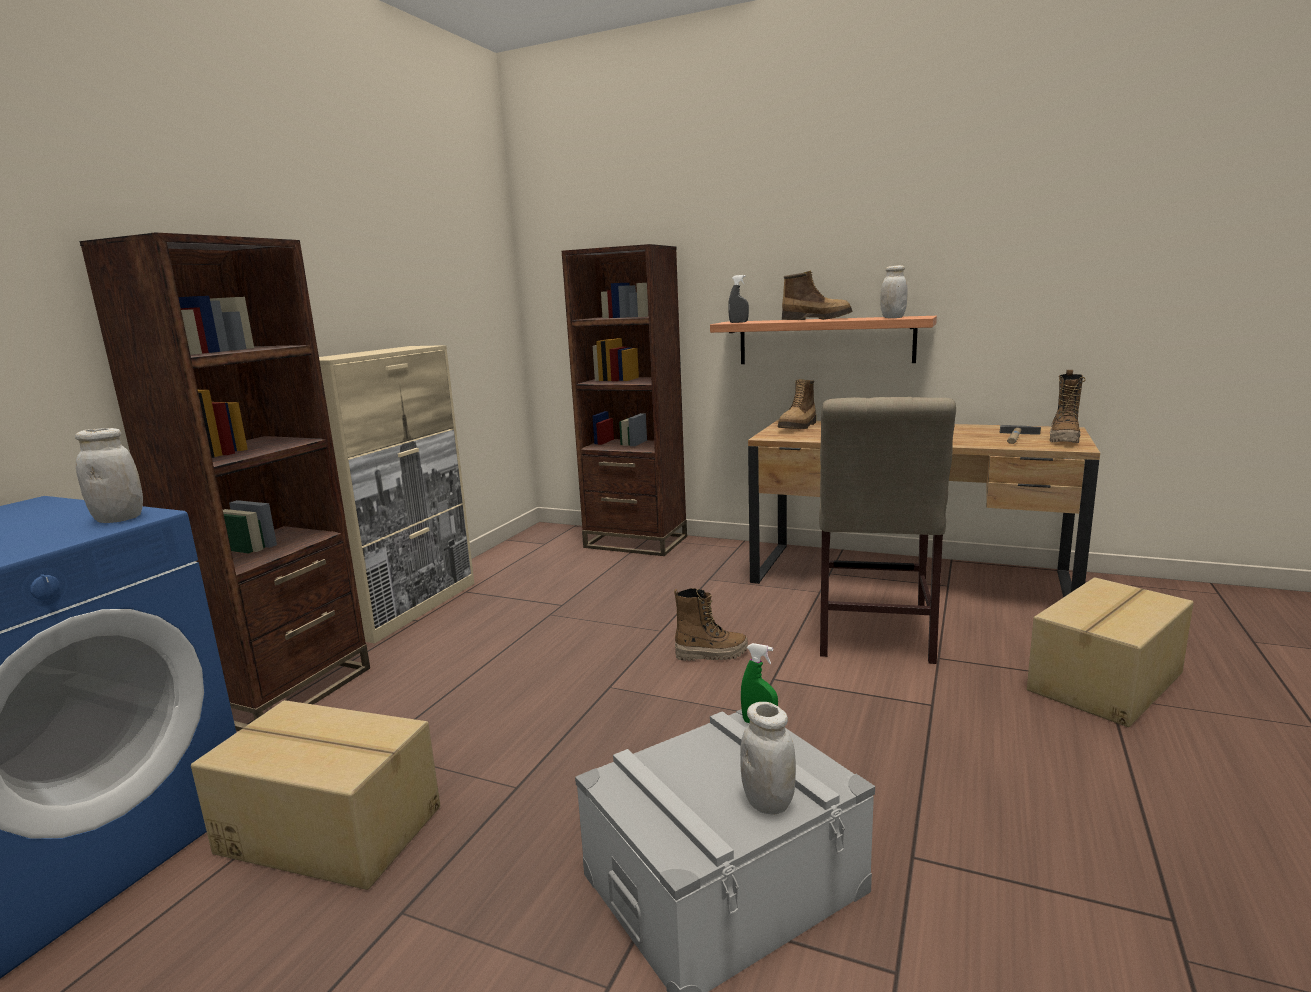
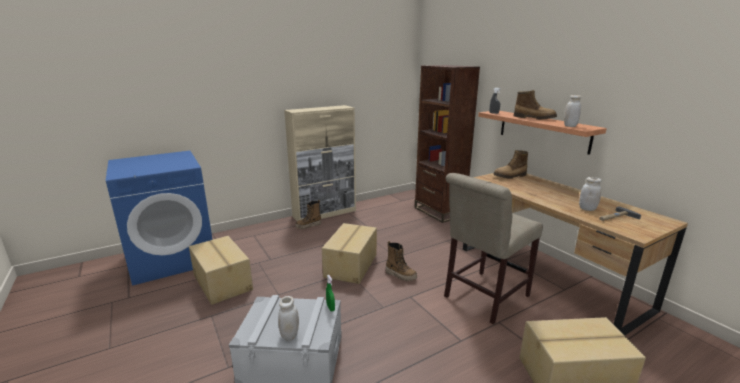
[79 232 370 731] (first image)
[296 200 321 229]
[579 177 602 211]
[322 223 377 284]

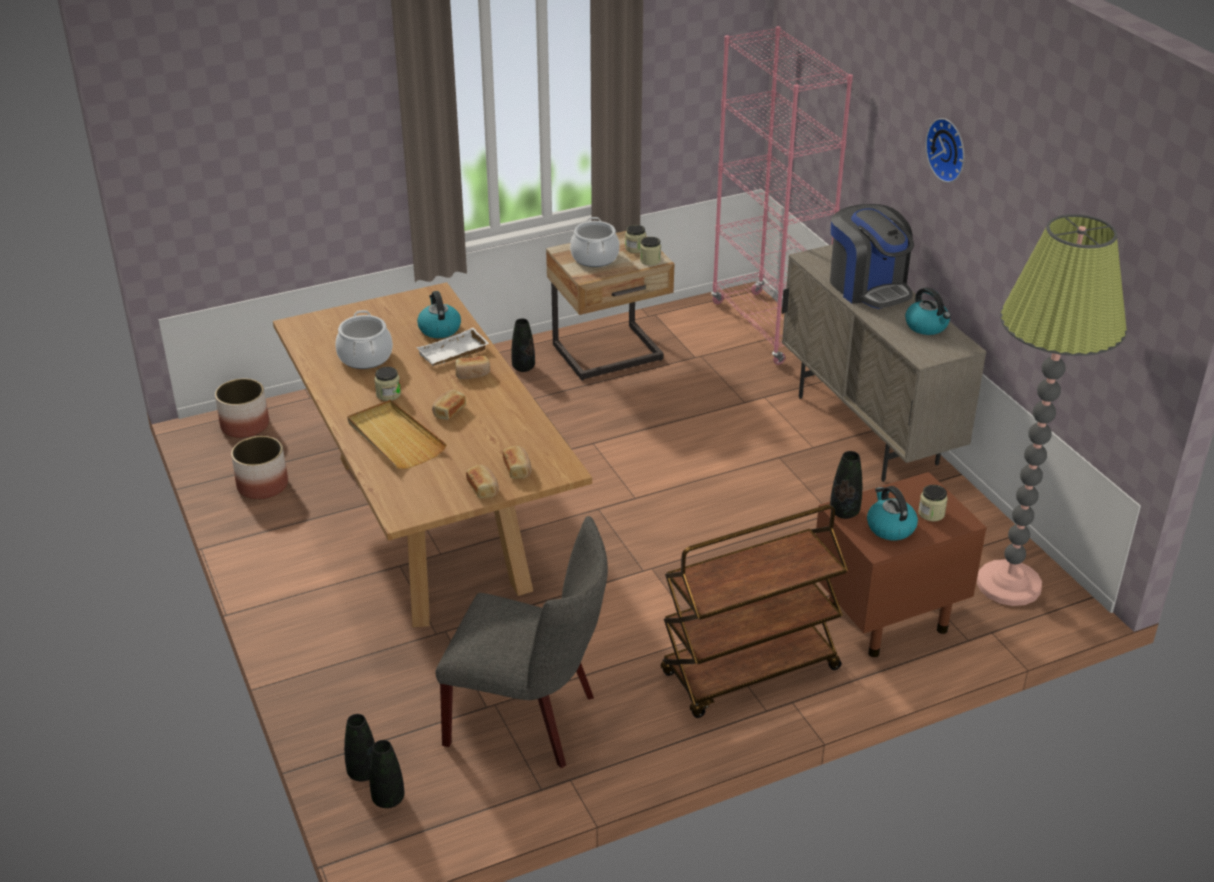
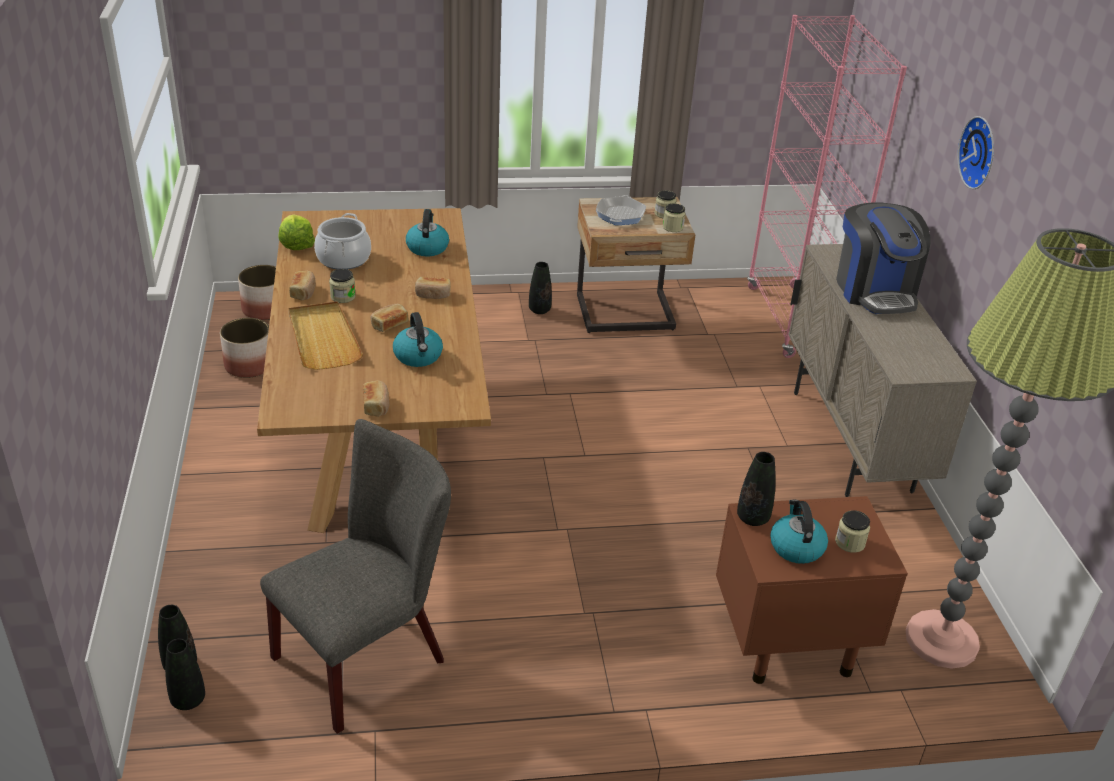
[596 195 646 225]
[393 312 443 367]
[416 328 489 366] (first image)
[289 271 316 301]
[661 505 848 718] (first image)
[260 419 451 734]
[278 214 315 250]

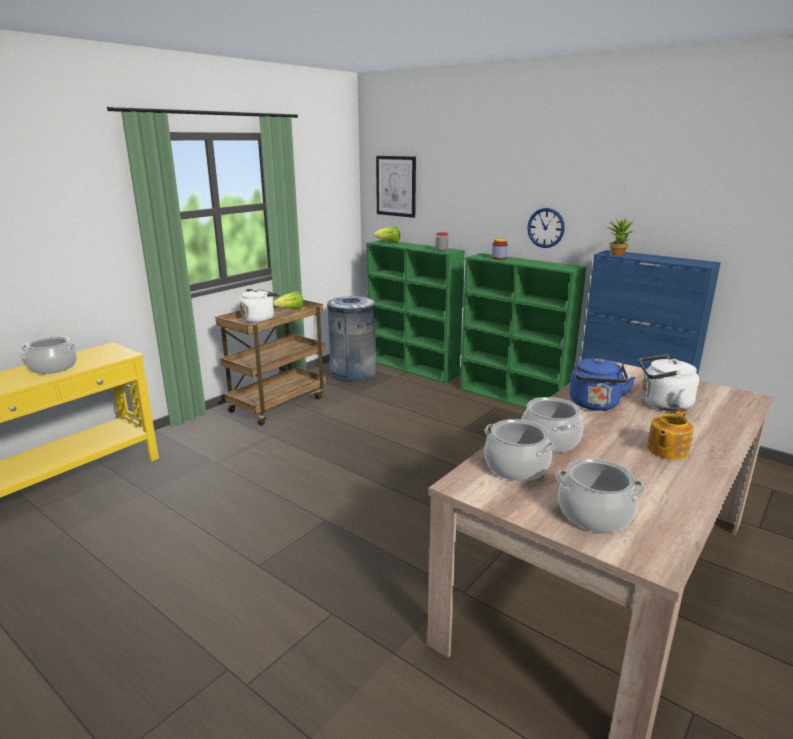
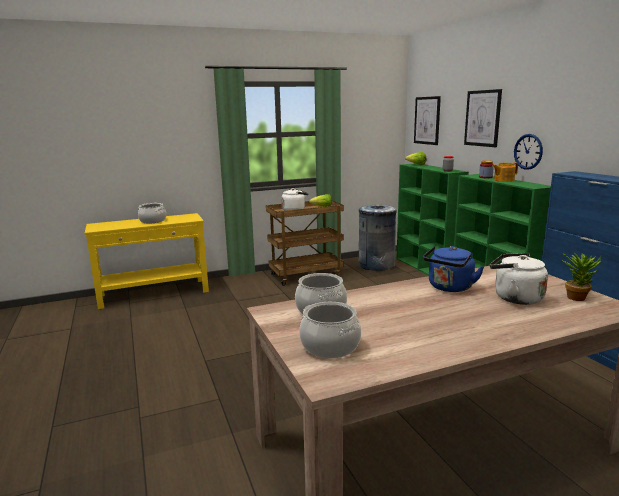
[563 253 602 301]
[521 397 583 453] (first image)
[492 162 518 182]
[464 89 502 147]

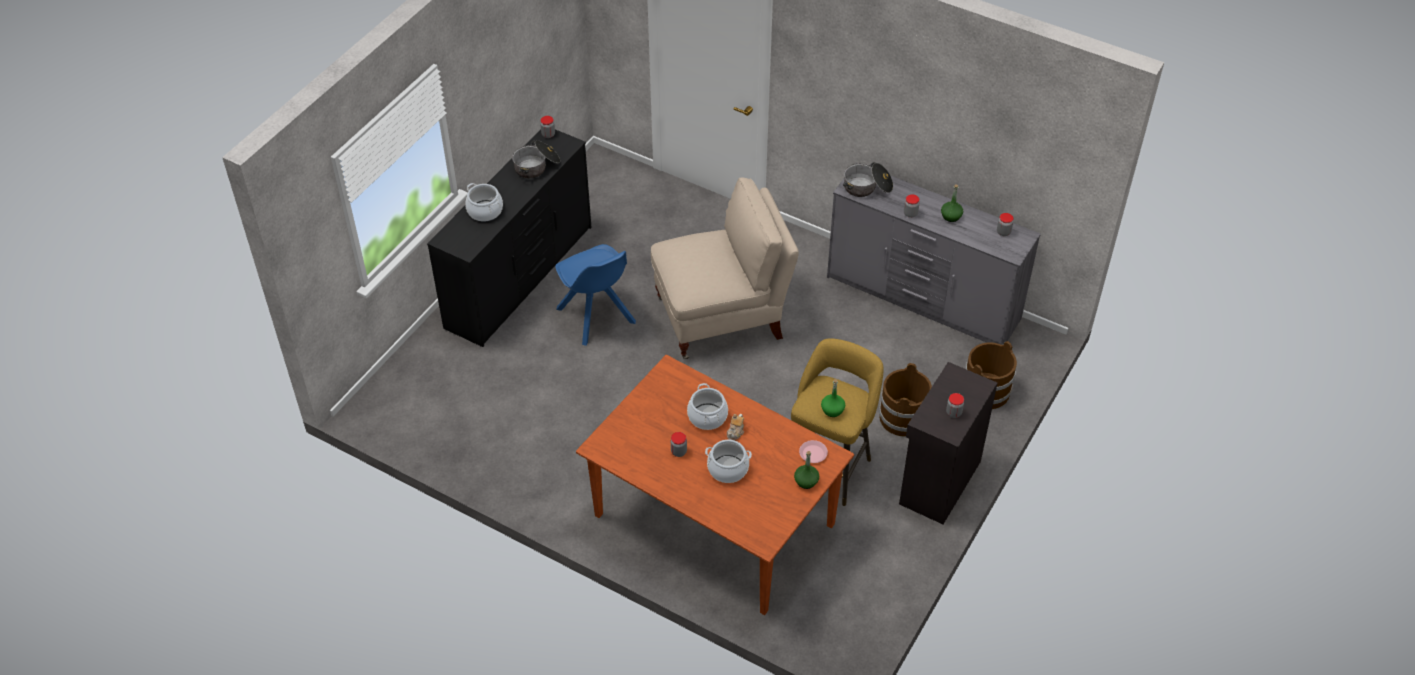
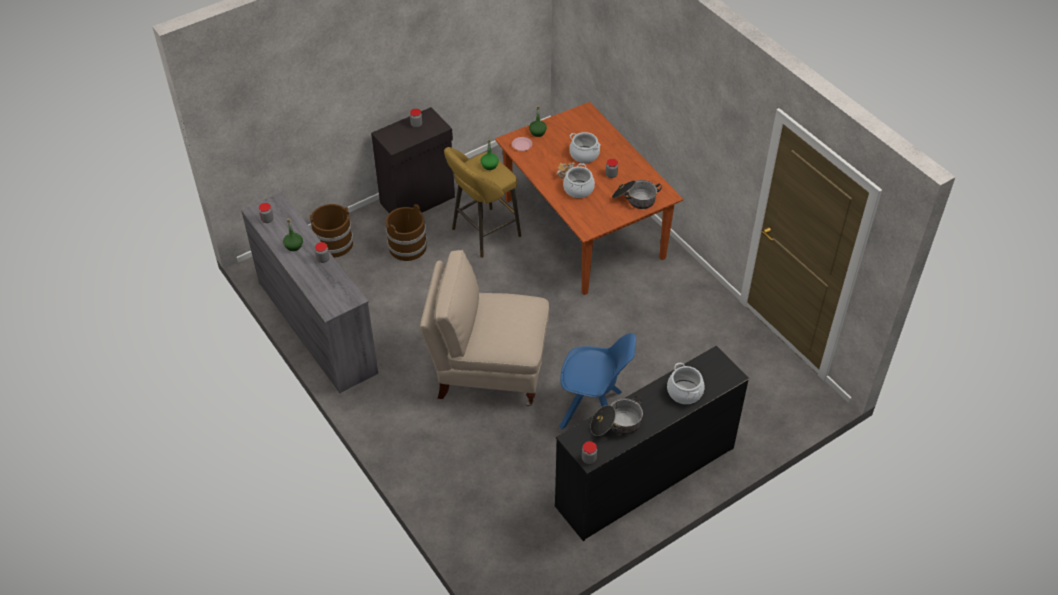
[612 180 662 209]
[559 333 636 429]

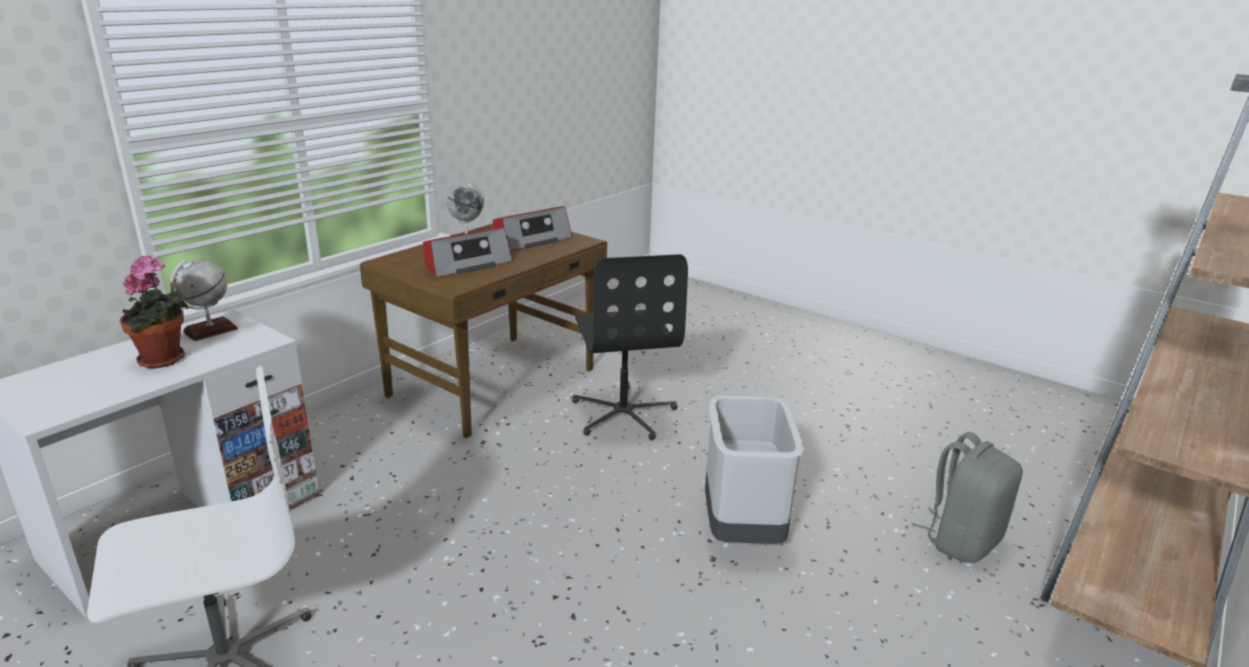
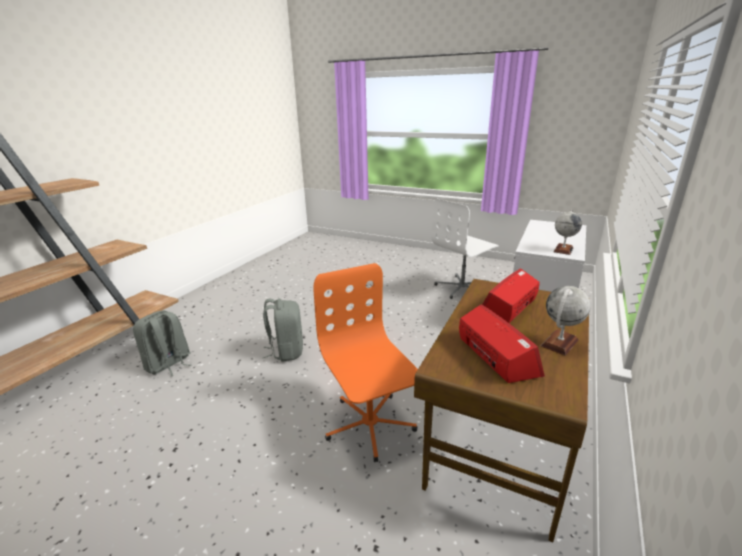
[459 304 545 383]
[313 263 418 462]
[120 255 189 368] (first image)
[263 299 303 362]

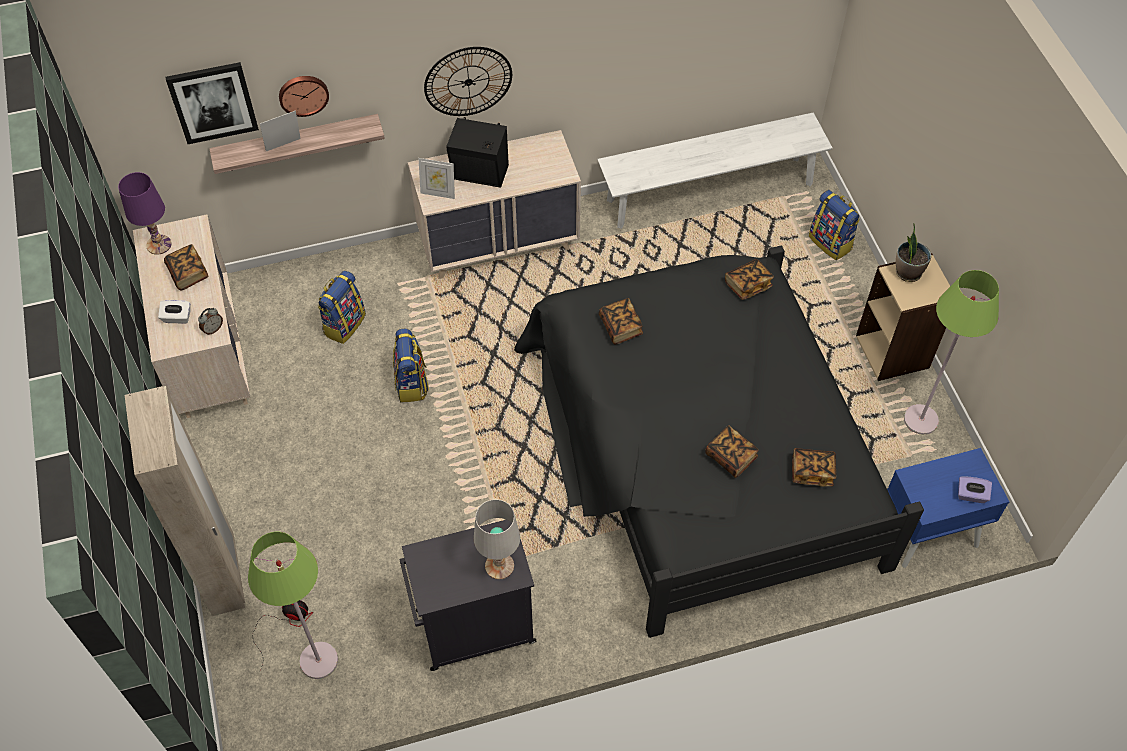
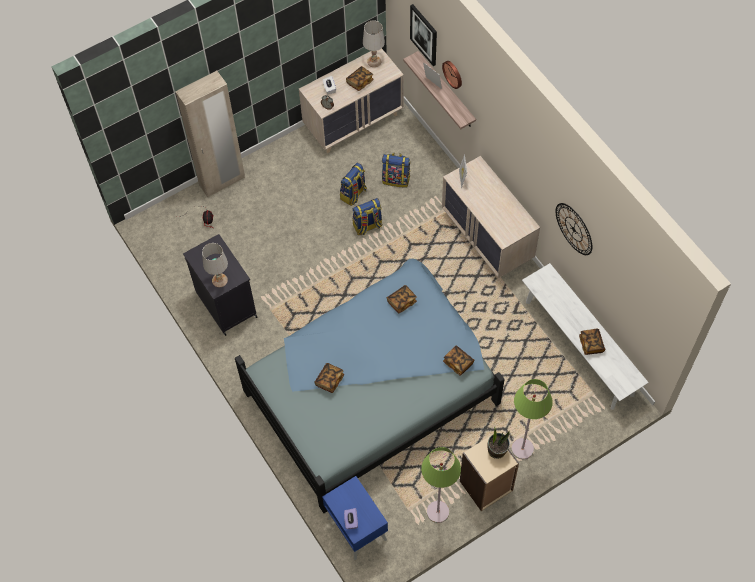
[556 203 592 255]
[446 117 509 188] (first image)
[363 20 385 67]
[340 163 367 206]
[235 259 505 513]
[579 329 605 355]
[512 379 553 460]

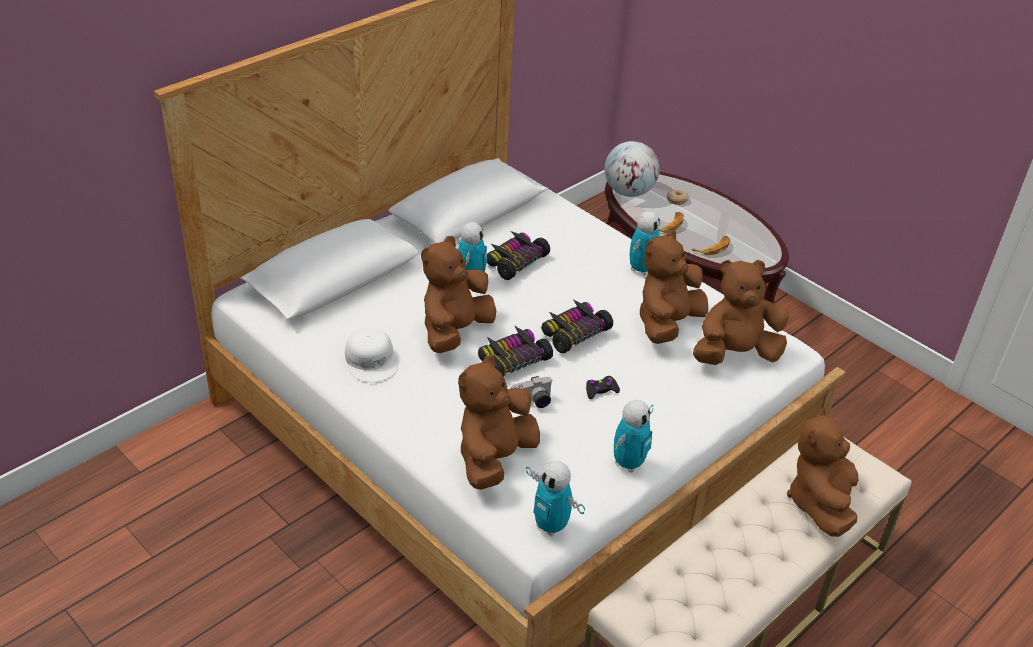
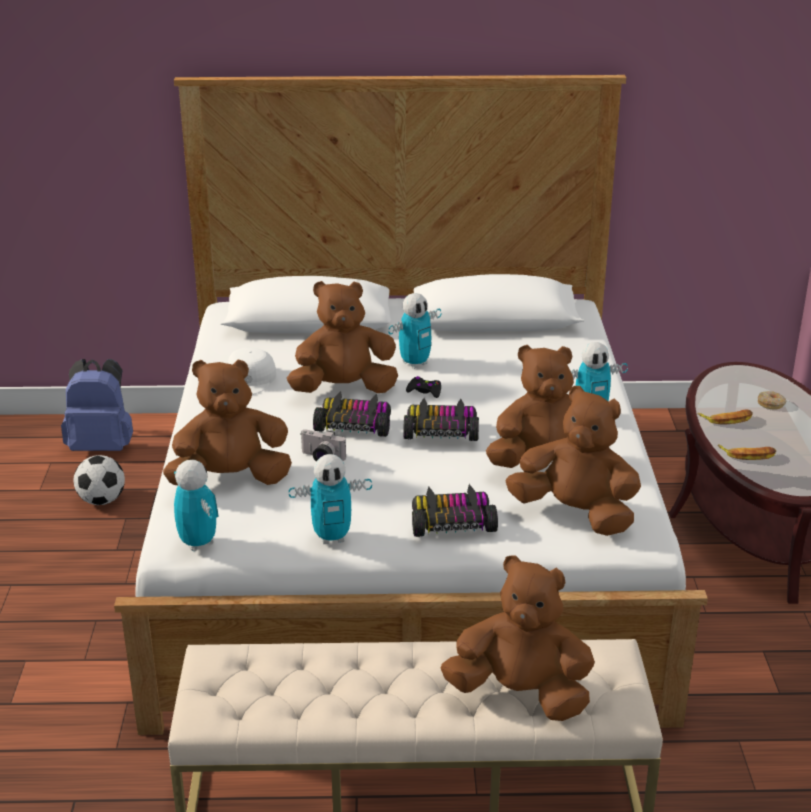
[604 141 660 197] (first image)
[412 484 498 537]
[406 376 441 398]
[441 555 595 721]
[174 460 219 551]
[61 359 133 451]
[74 455 125 505]

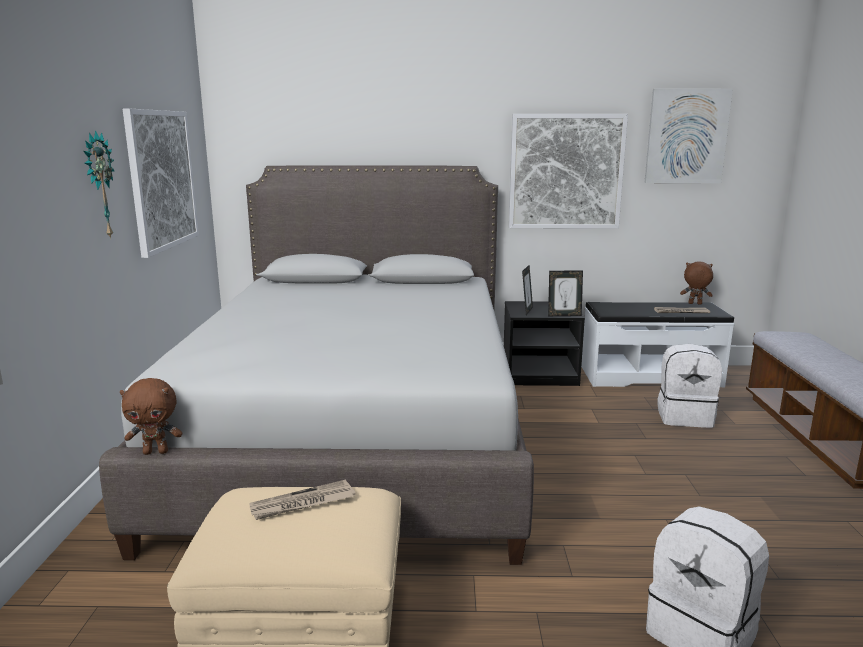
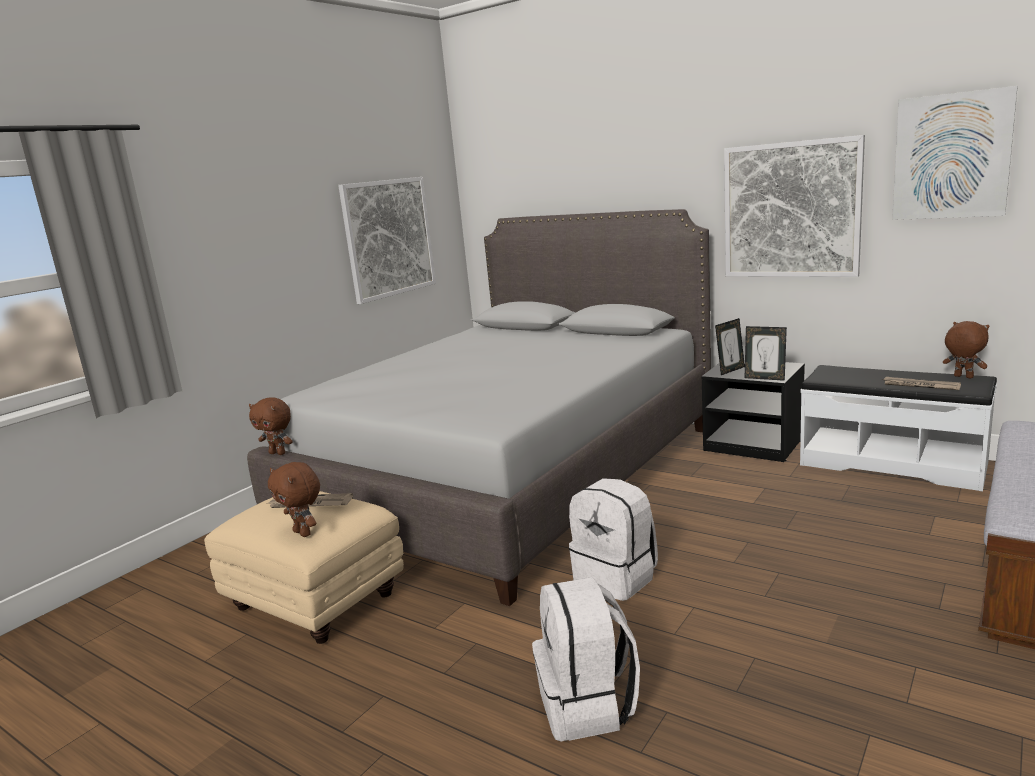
[84 130 115 239] (first image)
[569 478 658 601]
[268 462 320 537]

